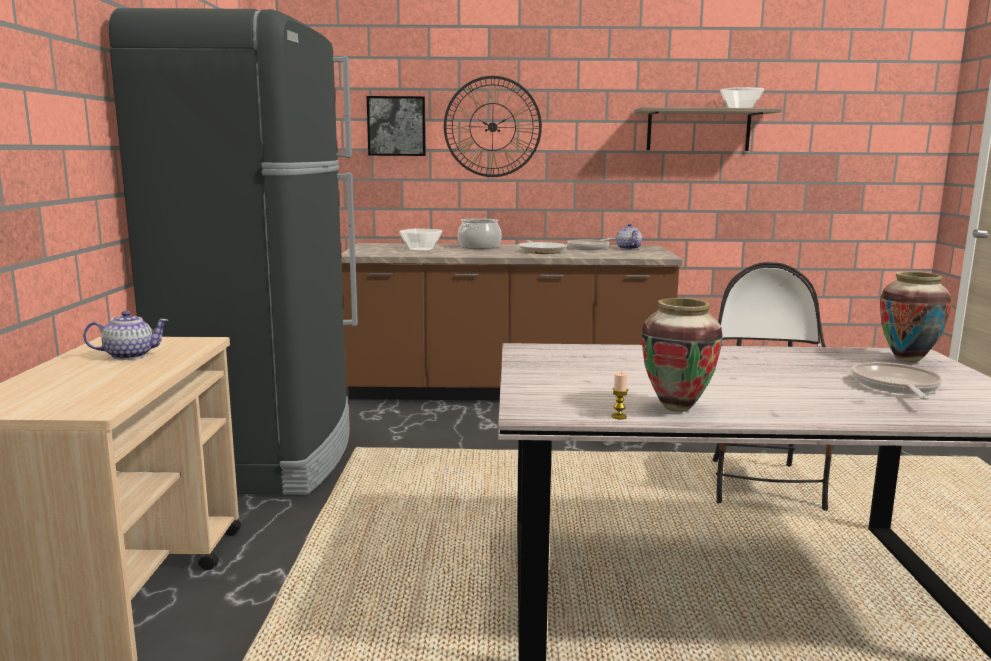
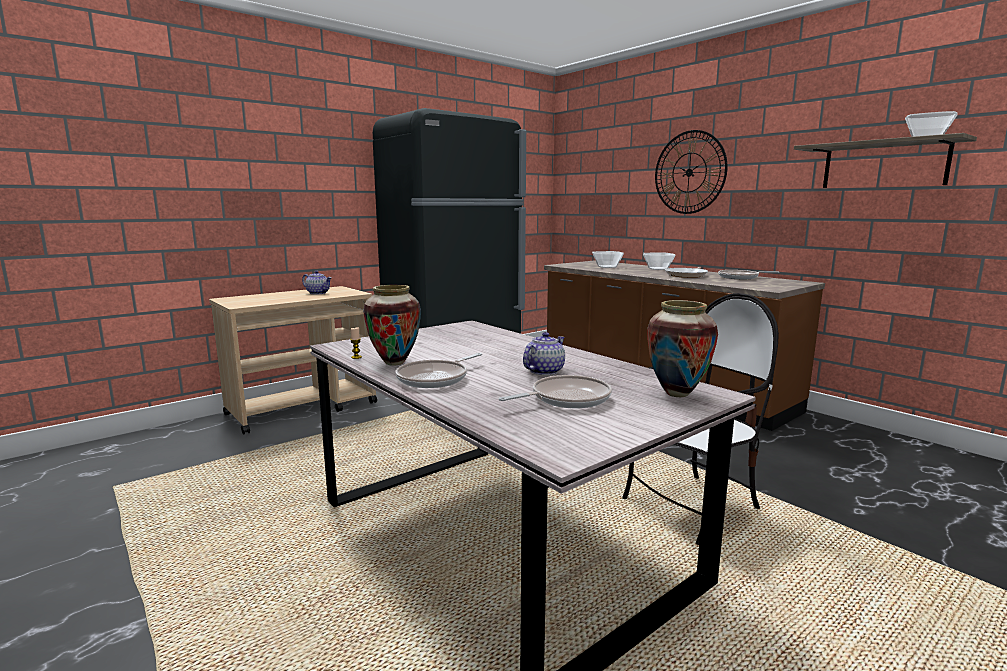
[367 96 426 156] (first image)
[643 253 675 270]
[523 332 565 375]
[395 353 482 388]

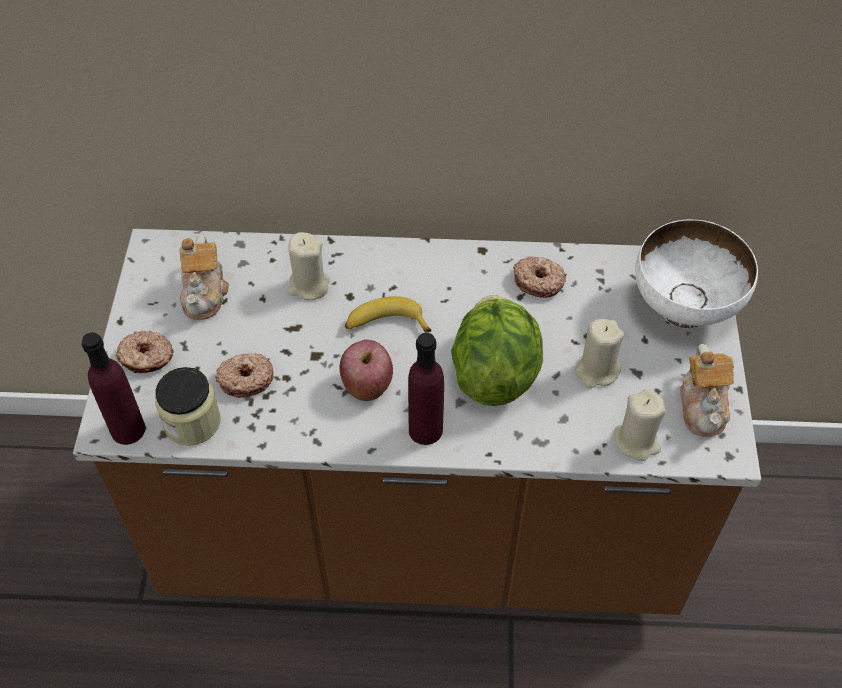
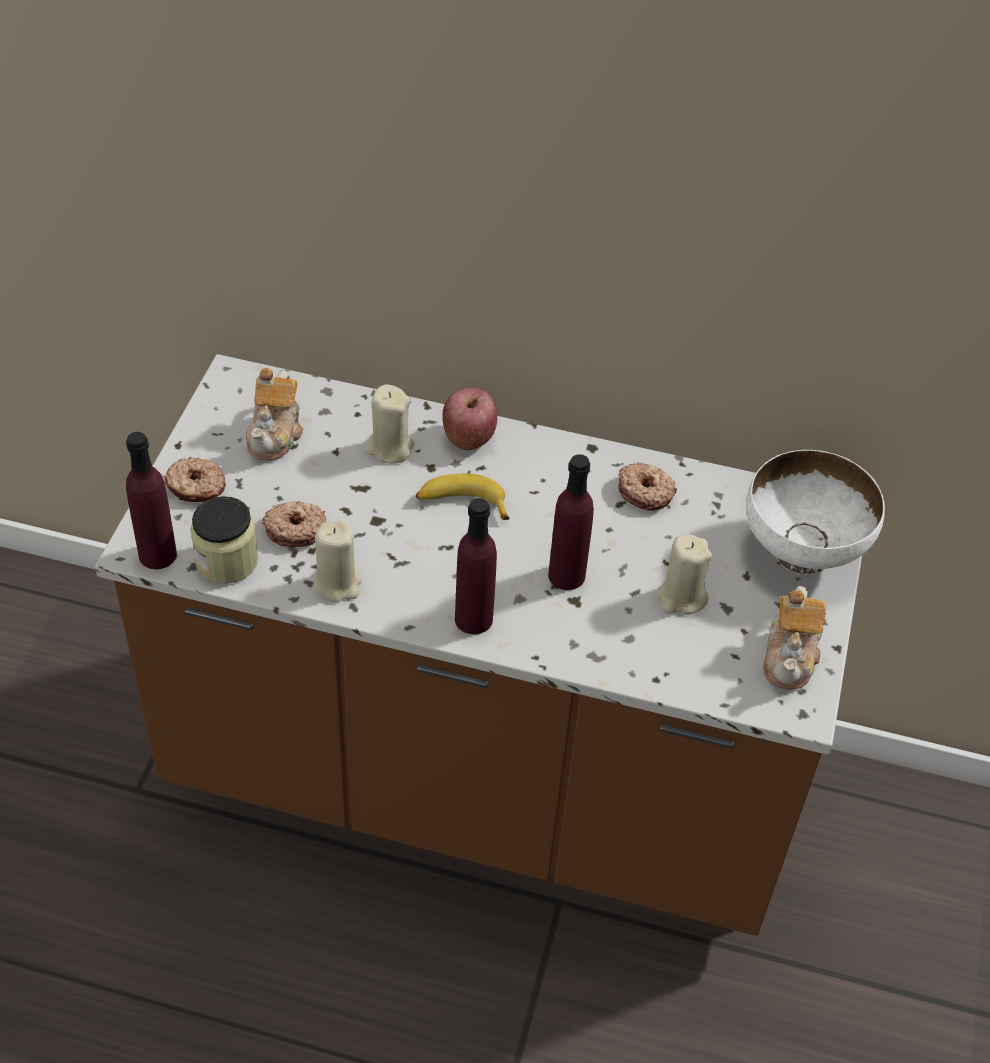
[548 454 594 590]
[442 387 498 450]
[314 520 361 602]

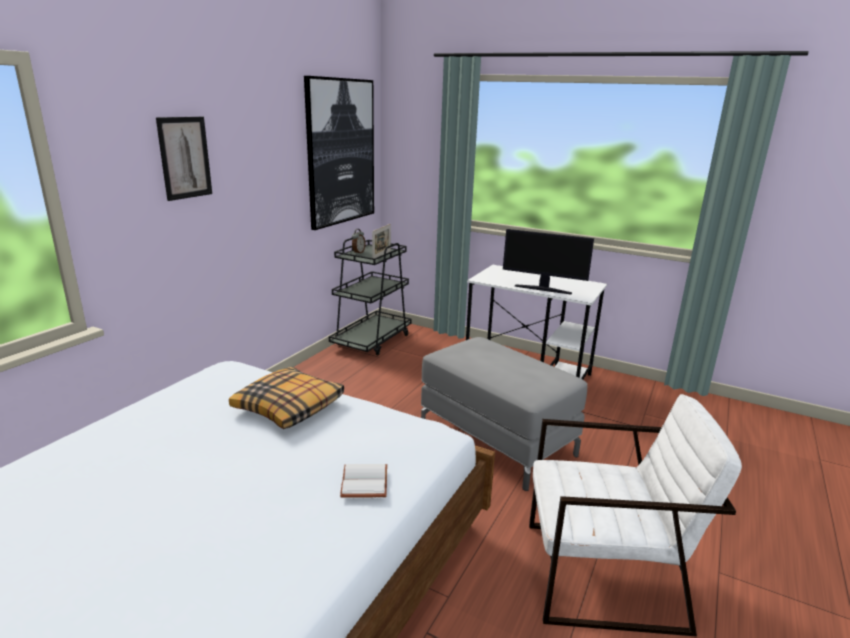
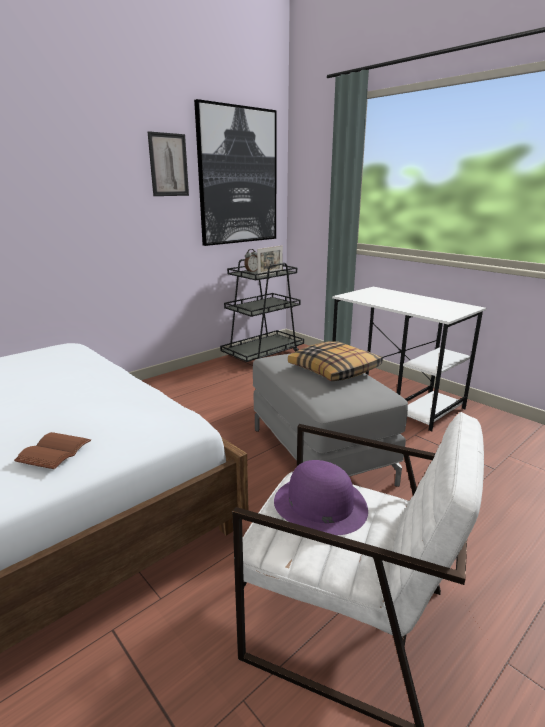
[148 131 189 196]
[503 229 594 294] (first image)
[288 341 383 381]
[14 432 91 469]
[274 460 368 535]

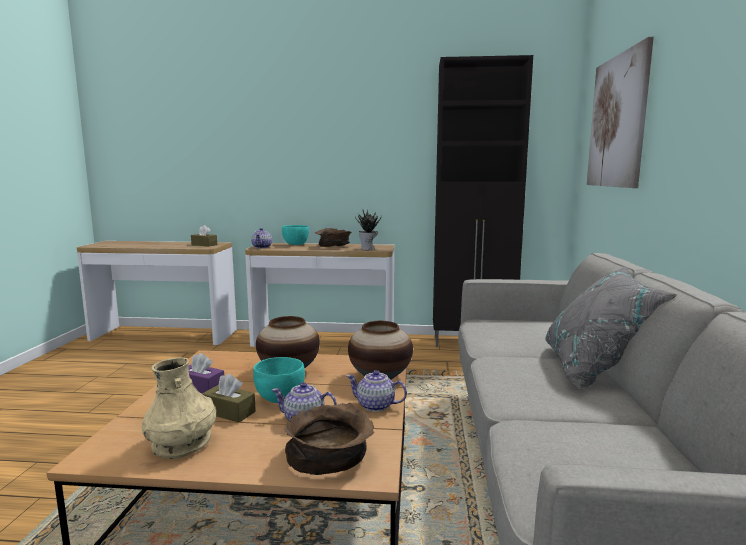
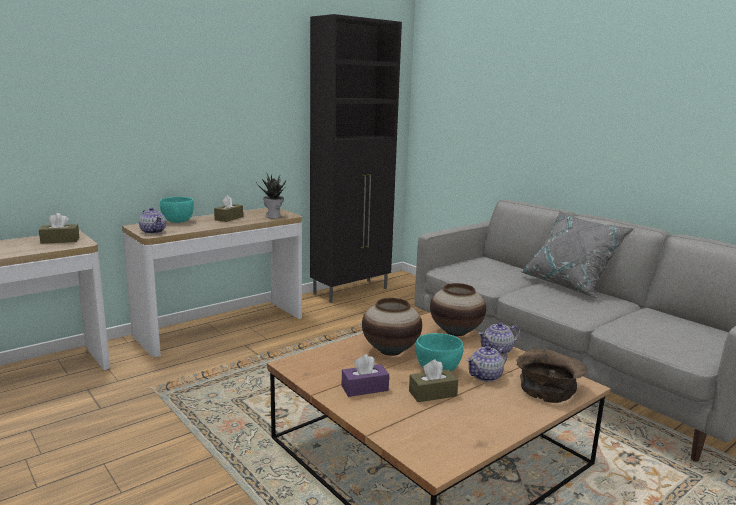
[587 37 654 188] (first image)
[214 195 243 222]
[142 357 216 459] (first image)

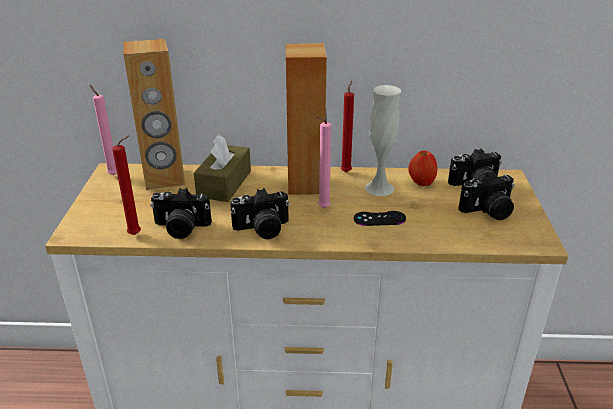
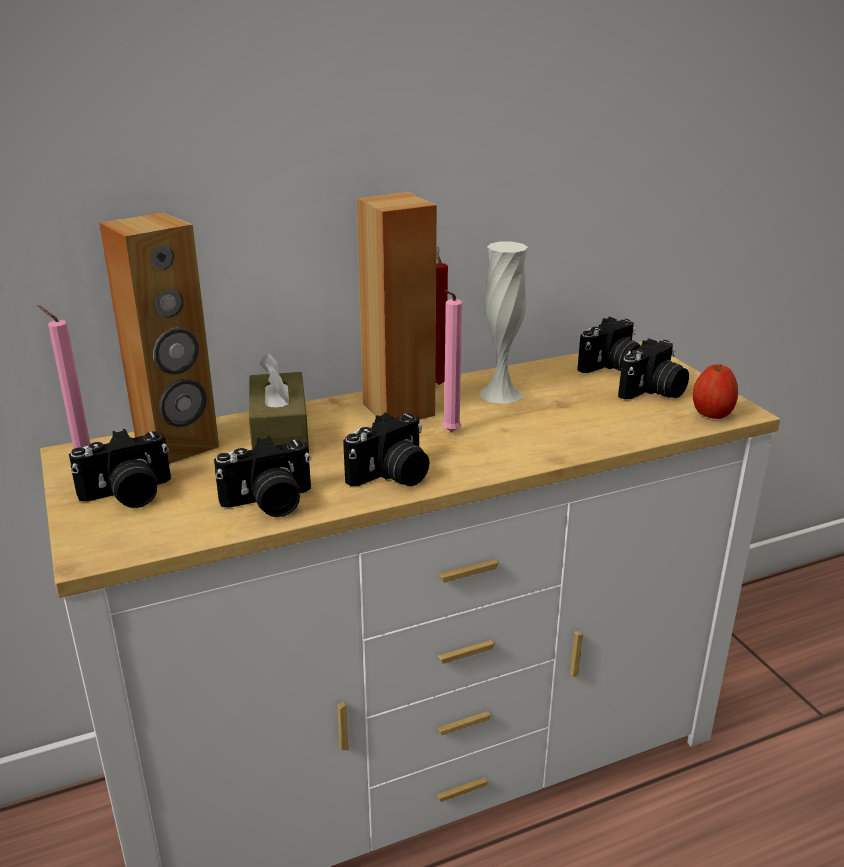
[112 135 141 235] (first image)
[693 365 738 419]
[354 211 406 226] (first image)
[69 429 171 508]

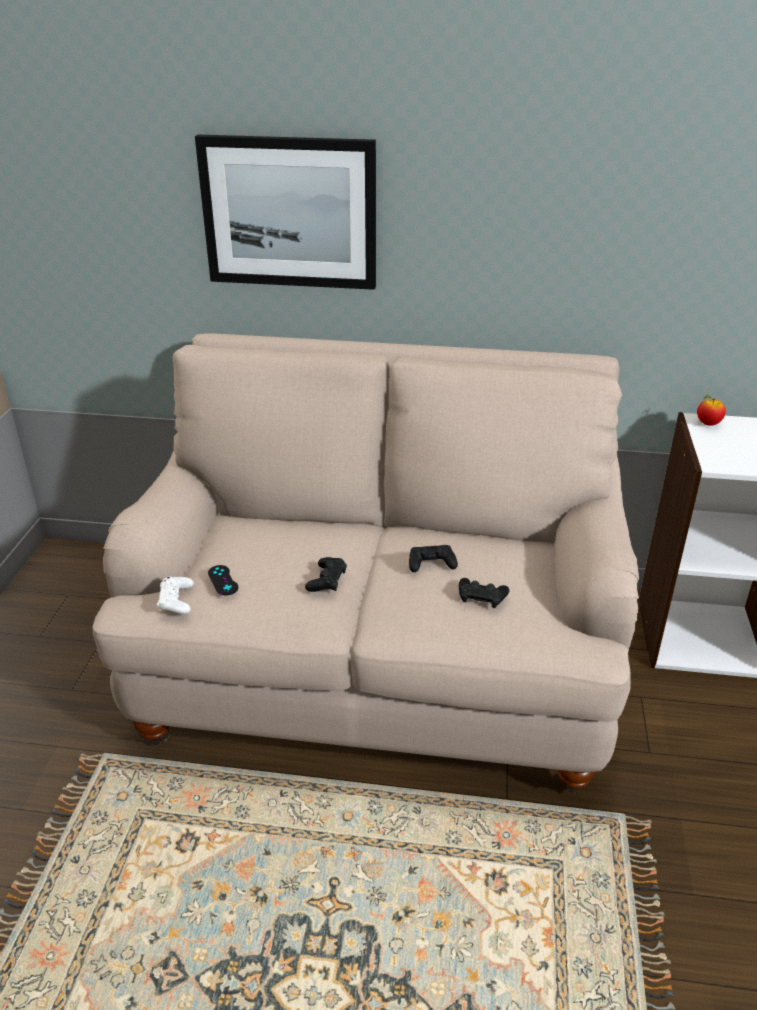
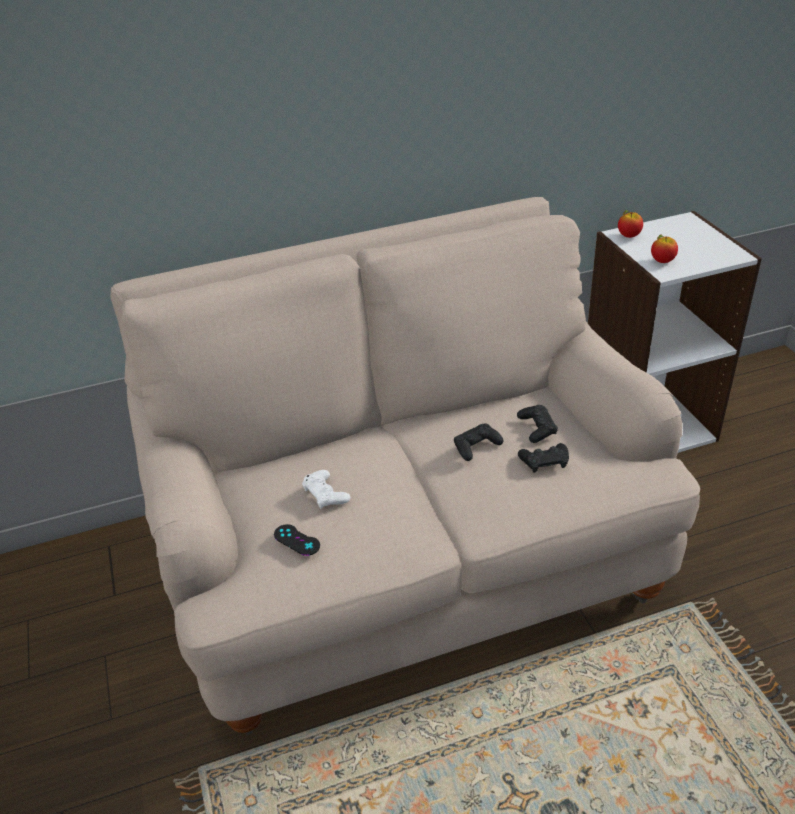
[195 135 376 290] (first image)
[517 405 558 443]
[302 470 351 509]
[651 234 678 263]

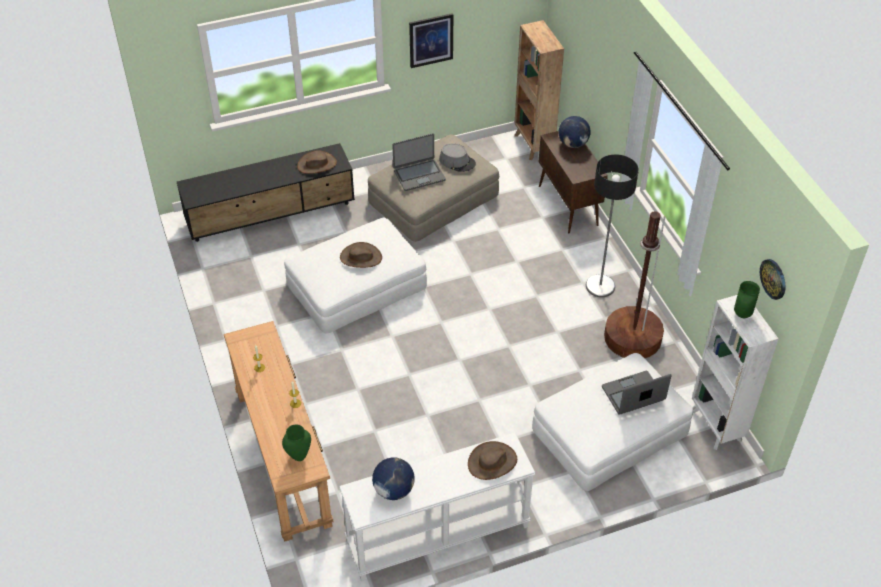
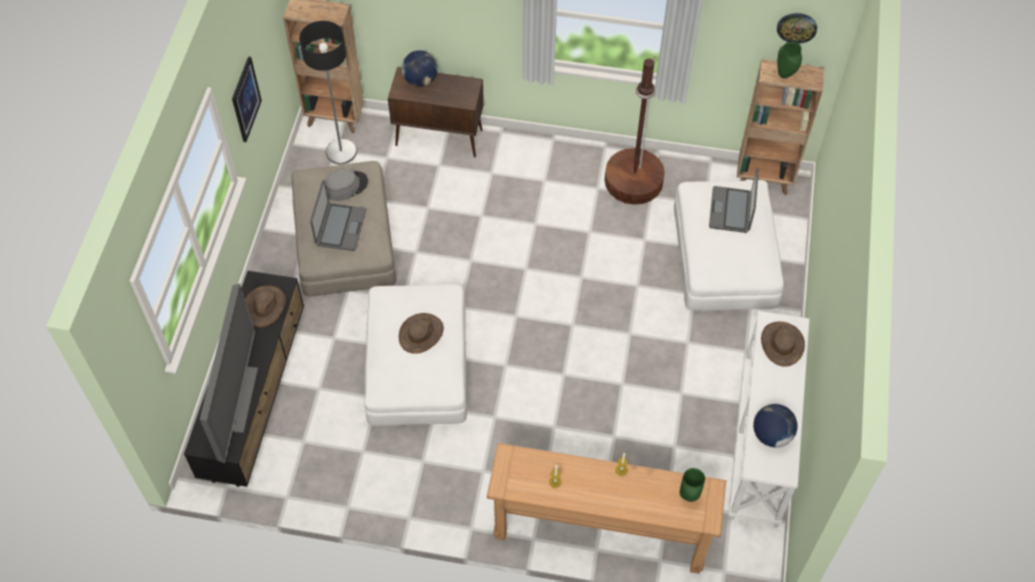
[299 21 357 164]
[737 59 824 195]
[200 284 258 463]

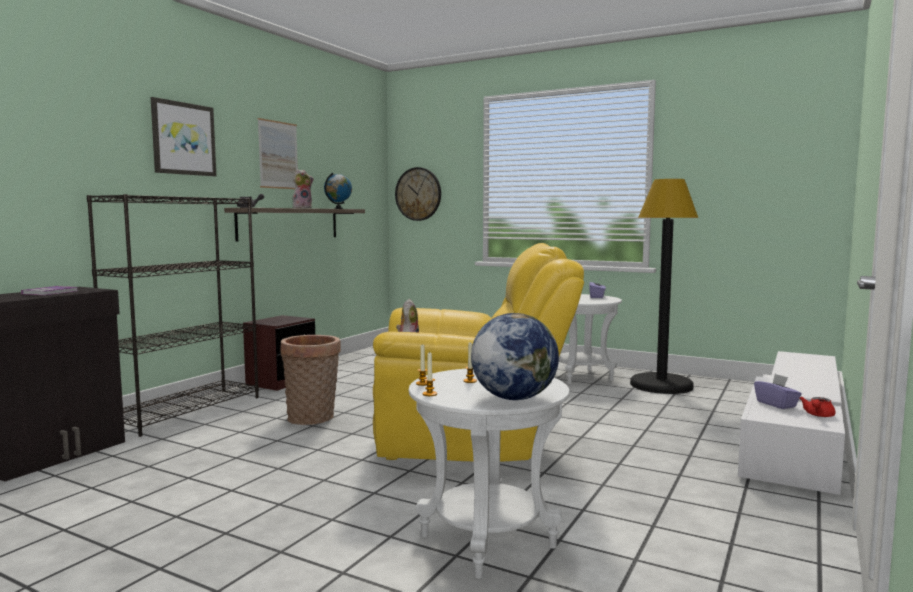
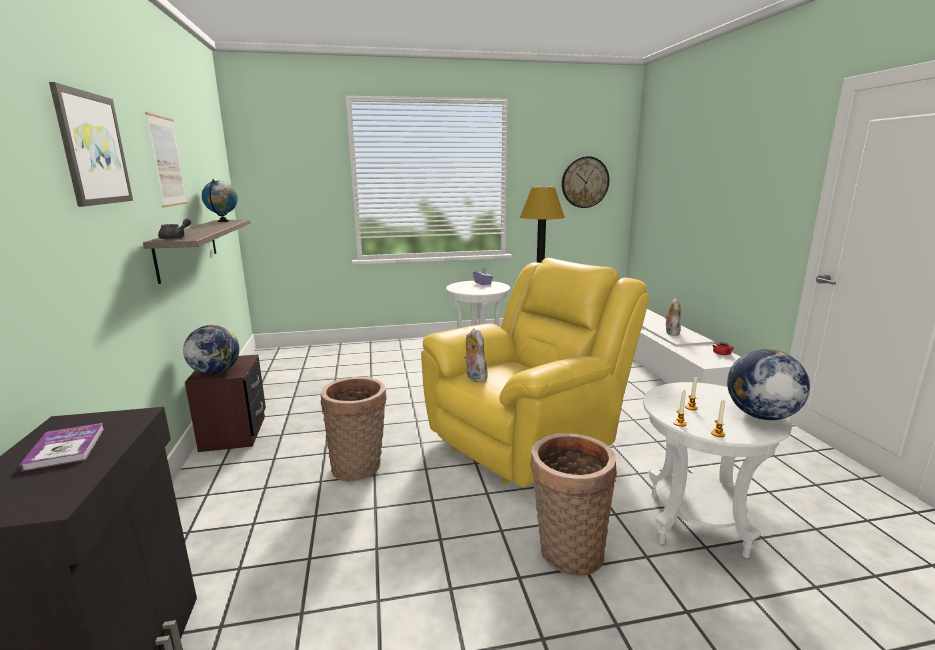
[562 156 610 208]
[665 298 681 336]
[87 194 259 437] (first image)
[754 374 802 409] (first image)
[183 325 240 375]
[530 433 617 576]

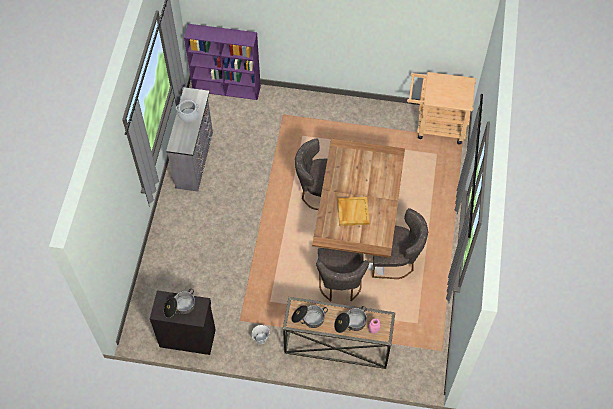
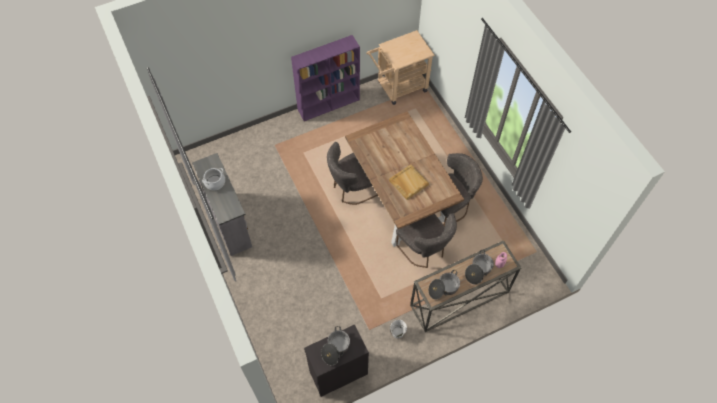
[291 35 360 121]

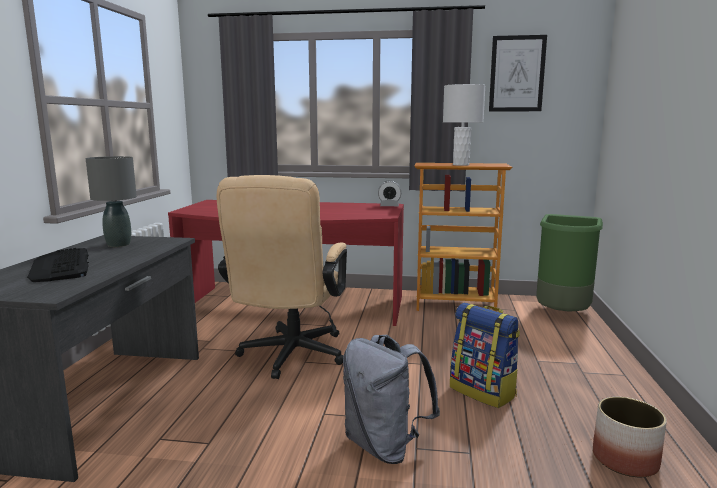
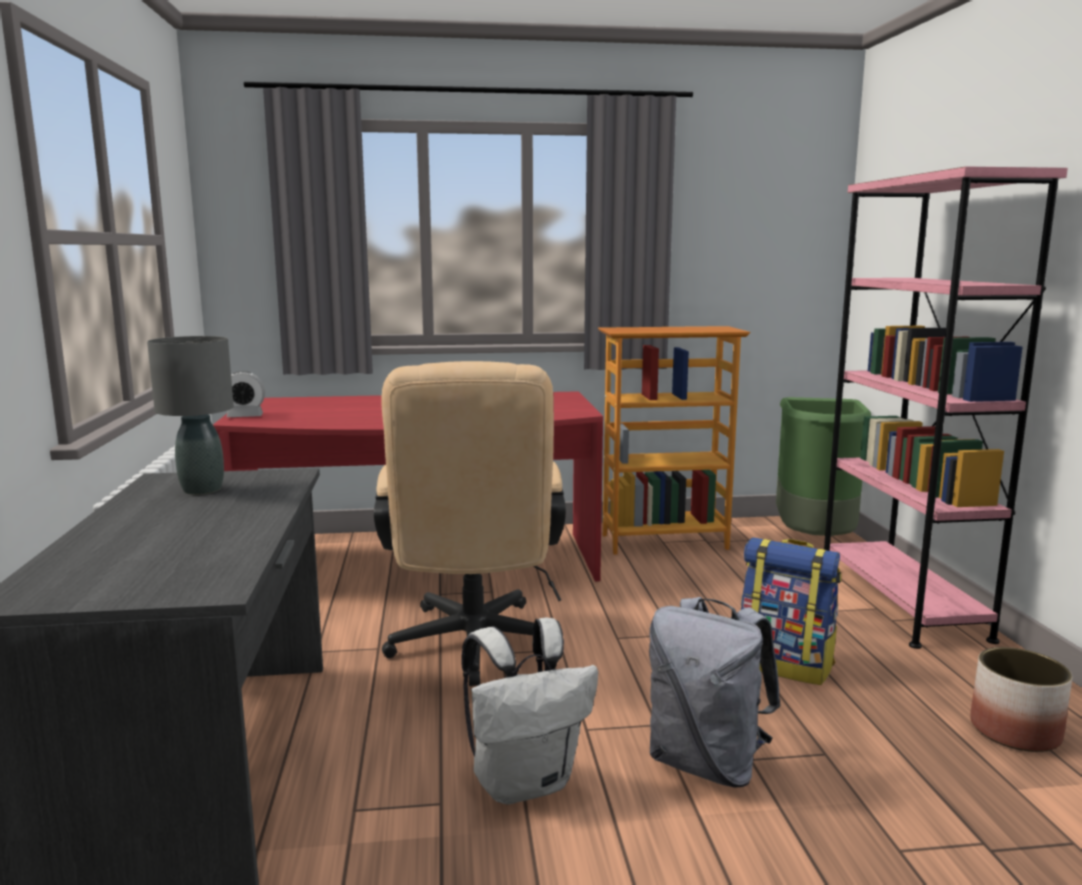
[489 35 547 111] (first image)
[443 84 486 166] (first image)
[227 371 265 417]
[27 248 89 282] (first image)
[824 167 1068 649]
[461 617 598 804]

